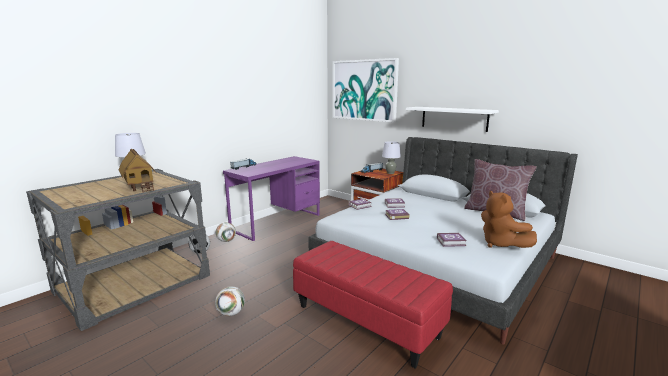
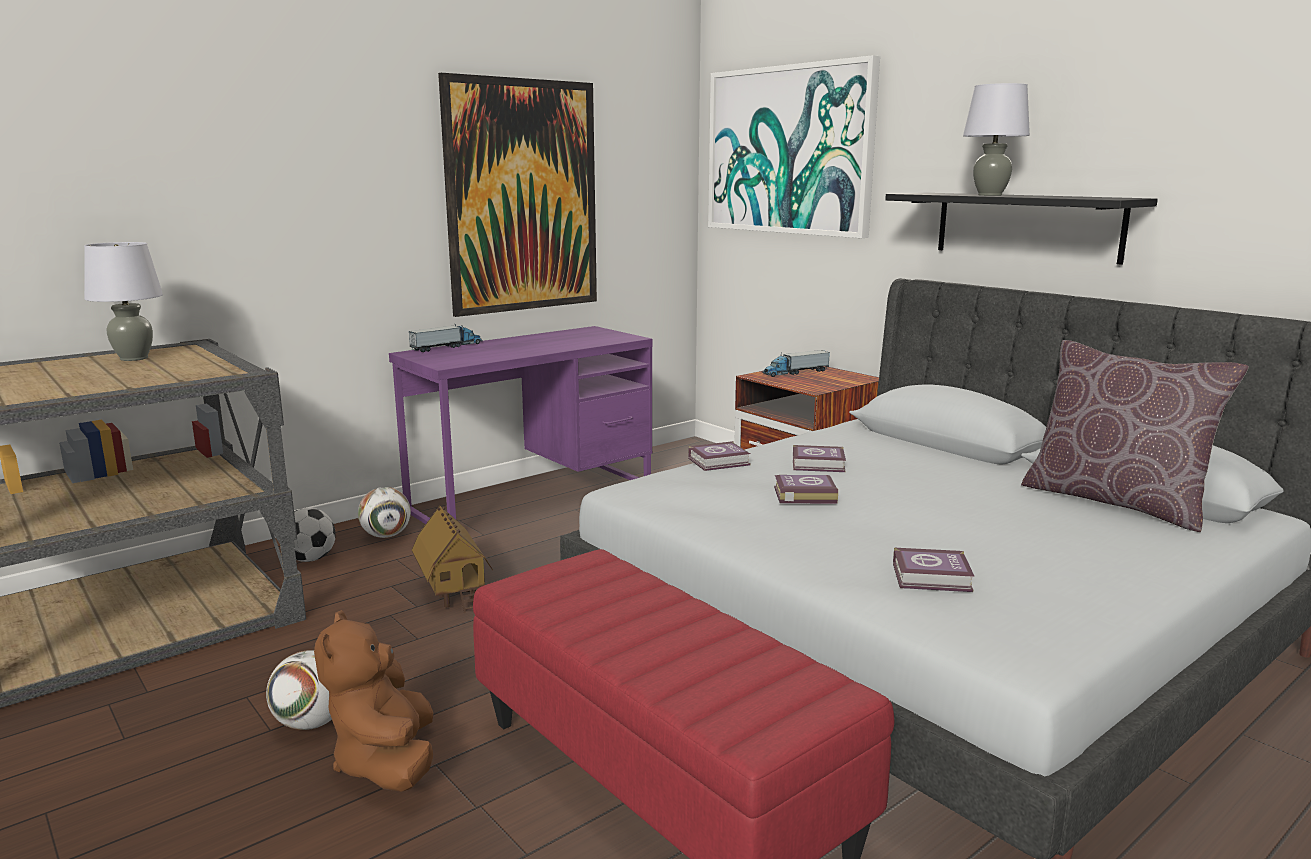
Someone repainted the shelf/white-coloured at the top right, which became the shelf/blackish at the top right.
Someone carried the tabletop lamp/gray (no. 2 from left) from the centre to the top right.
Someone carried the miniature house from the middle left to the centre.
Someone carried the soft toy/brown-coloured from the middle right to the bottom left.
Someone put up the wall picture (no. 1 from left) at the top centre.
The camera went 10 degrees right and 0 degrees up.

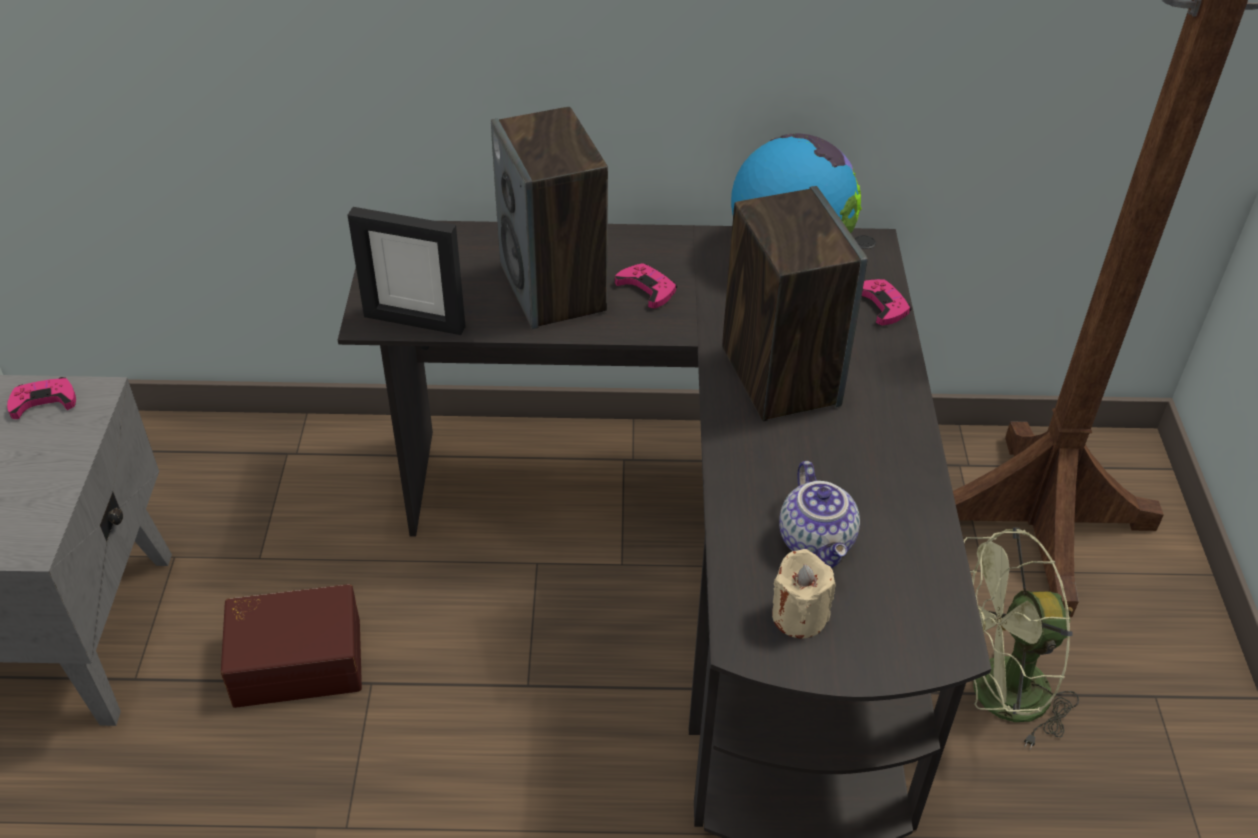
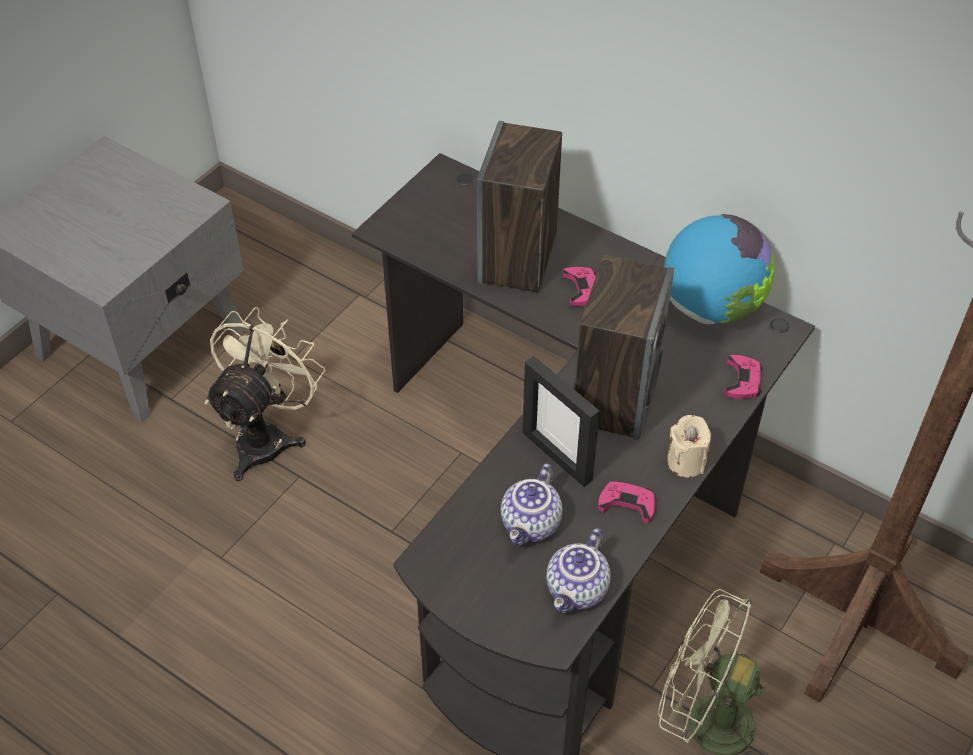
Someone carried the standing frame from the top left to the centre.
Someone carried the game controller/pink (no. 1 from left in the first image) from the middle left to the centre.
Someone carried the wax light/sand-coloured from the bottom centre to the middle right.
Someone swapped the storage bin/brown-coloured at the bottom left for the fan/sand-coloured at the middle left.
Someone put down the teapot (no. 2 from left) at the bottom centre.
The camera went 35 degrees right and 5 degrees up.

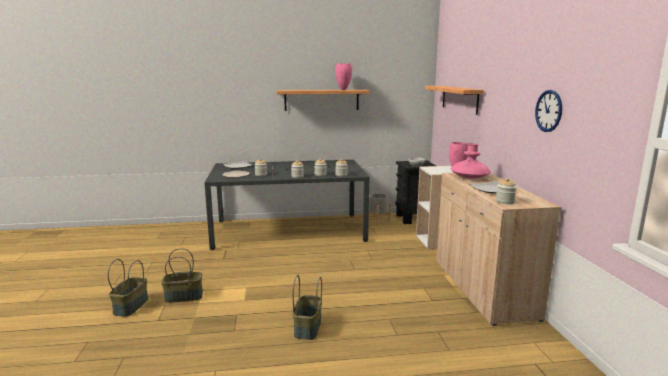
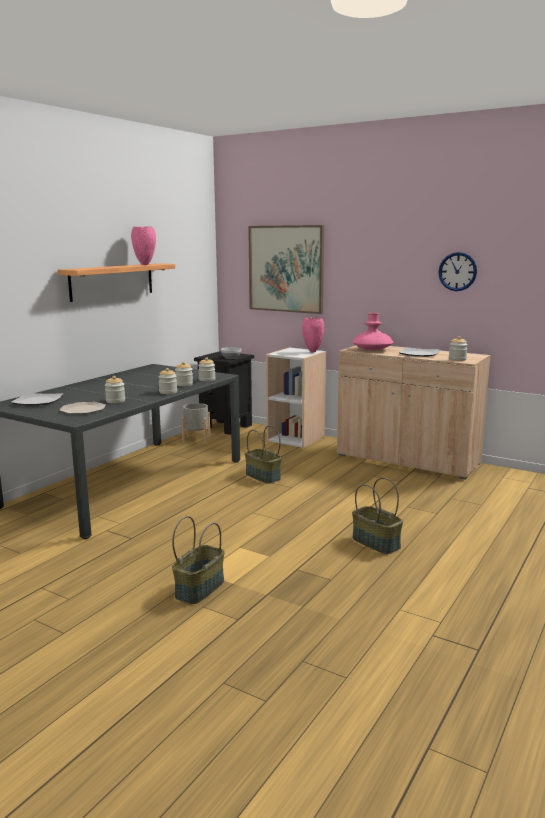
Someone swapped the shelf (no. 2 from left) at the top right for the wall picture at the top centre.
Someone carried the basket (no. 1 from left in the first image) from the bottom left to the centre.
The camera went 50 degrees left and 0 degrees up.

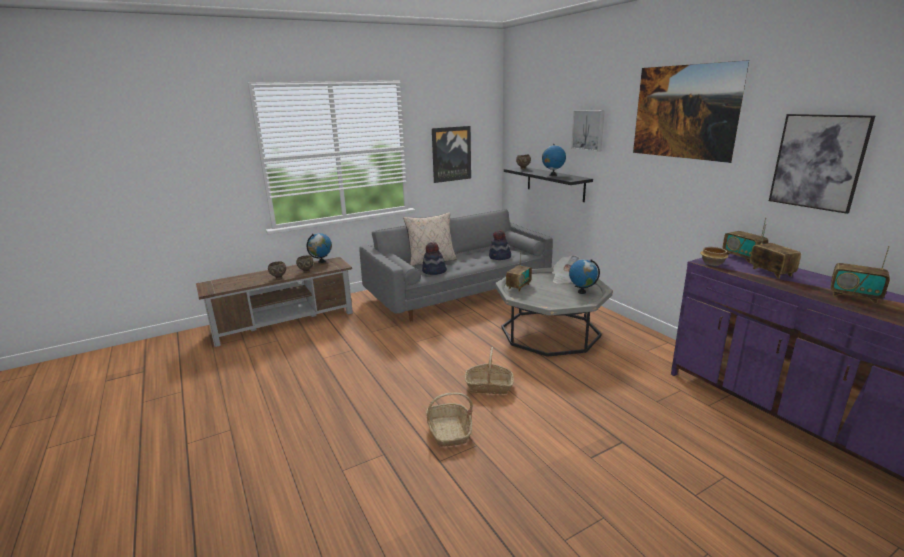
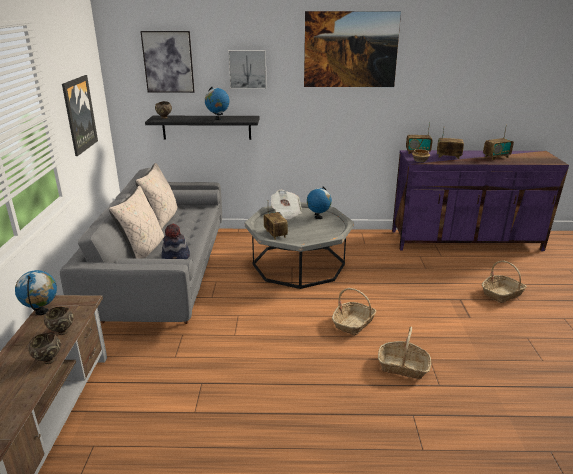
Someone carried the wall picture (no. 4 from left in the first image) from the top right to the top left.
Someone took away the wearable hat (no. 2 from left) at the centre.
Someone put down the pillow/sand-coloured (no. 2 from left) at the middle left.
Someone put down the basket (no. 3 from left) at the middle right.
The camera went 60 degrees left and 5 degrees up.

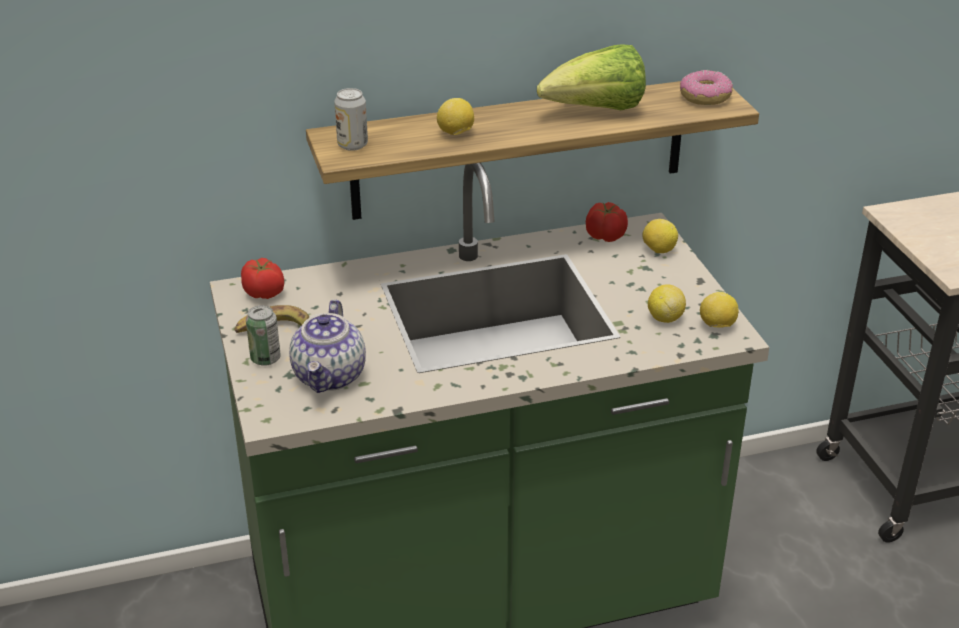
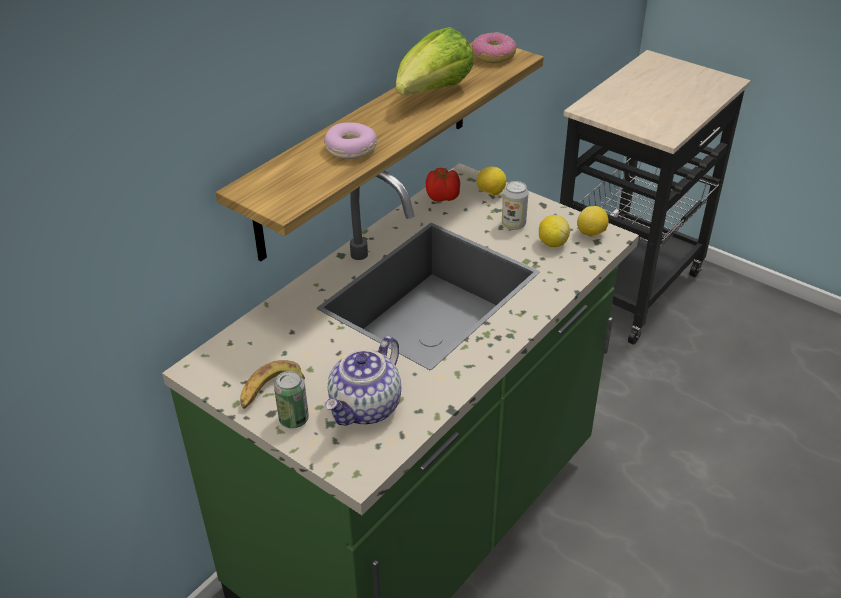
Someone carried the can (no. 2 from left) from the top centre to the centre.
Someone swapped the whole lemon (no. 1 from left) at the top centre for the ring doughnut (no. 1 from left) at the top centre.
Someone took away the tomato (no. 1 from left) at the middle left.
Someone rotated the teapot at the centre by 60 degrees clockwise.
The camera went 35 degrees left and 5 degrees up.

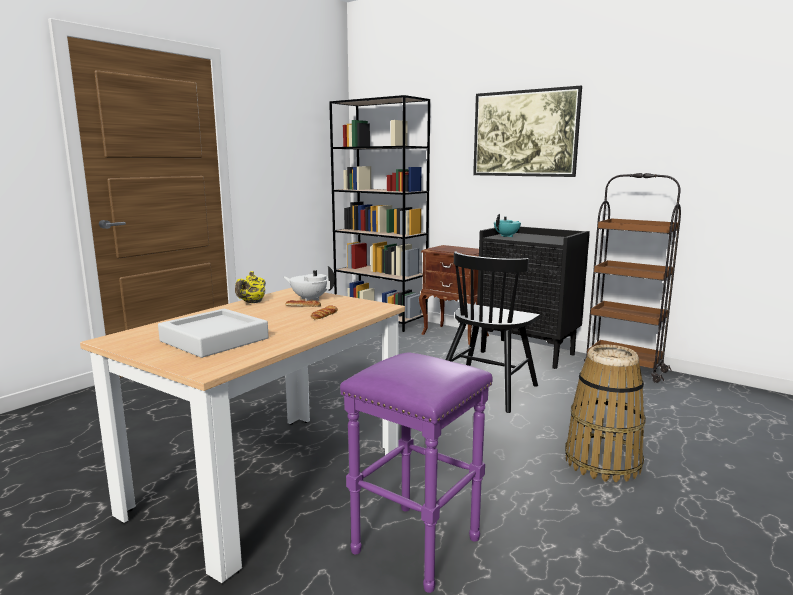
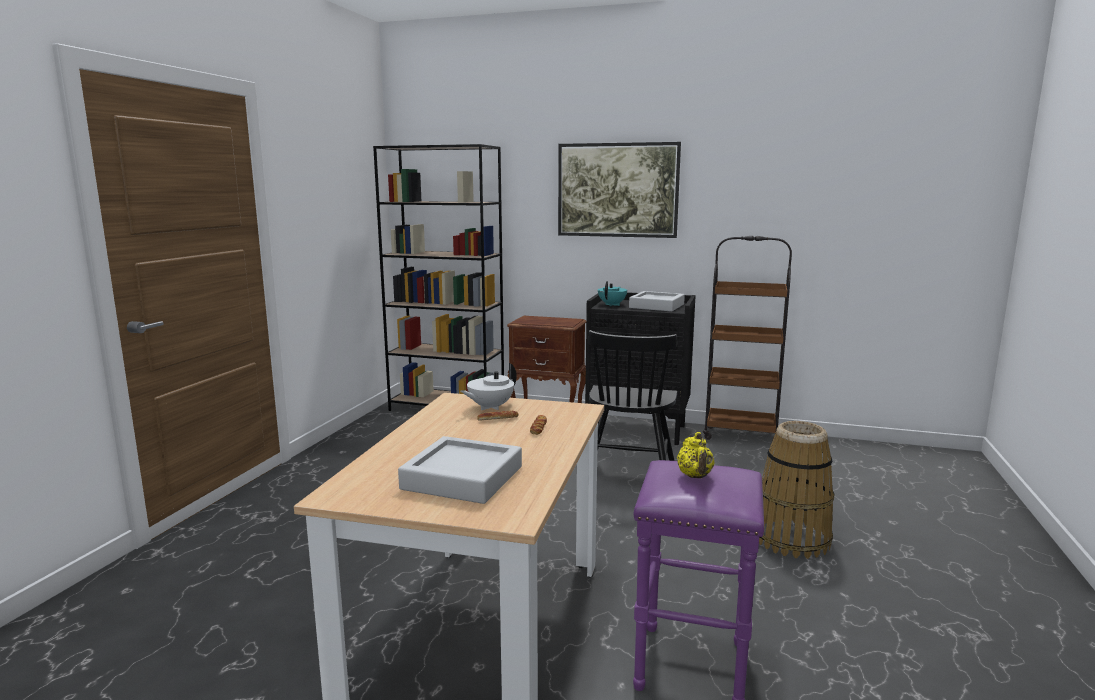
Someone rotated the teapot/white-coloured at the centre by 45 degrees counterclockwise.
Someone carried the teapot/yellow-coloured from the middle left to the centre.
Someone put down the tray/gray (no. 2 from left) at the centre.
The camera went 20 degrees left and 0 degrees up.

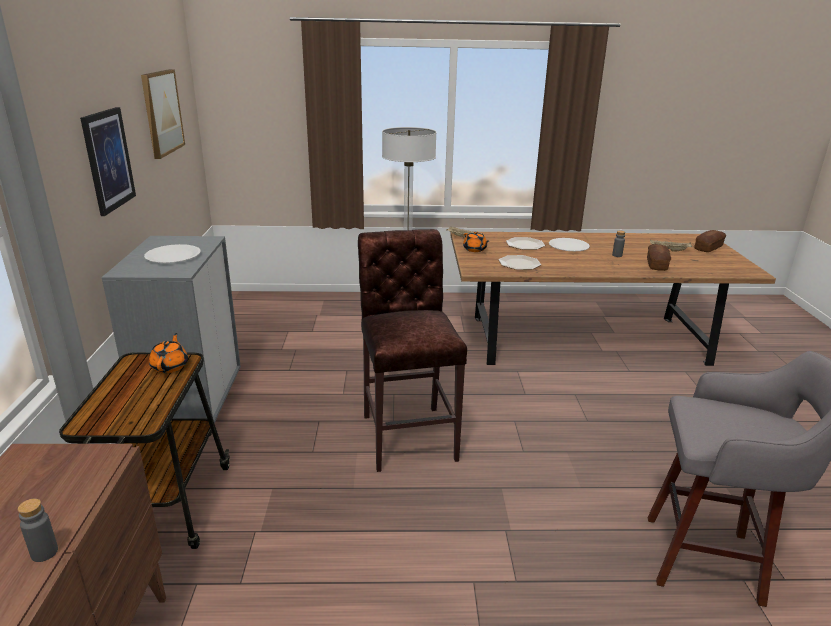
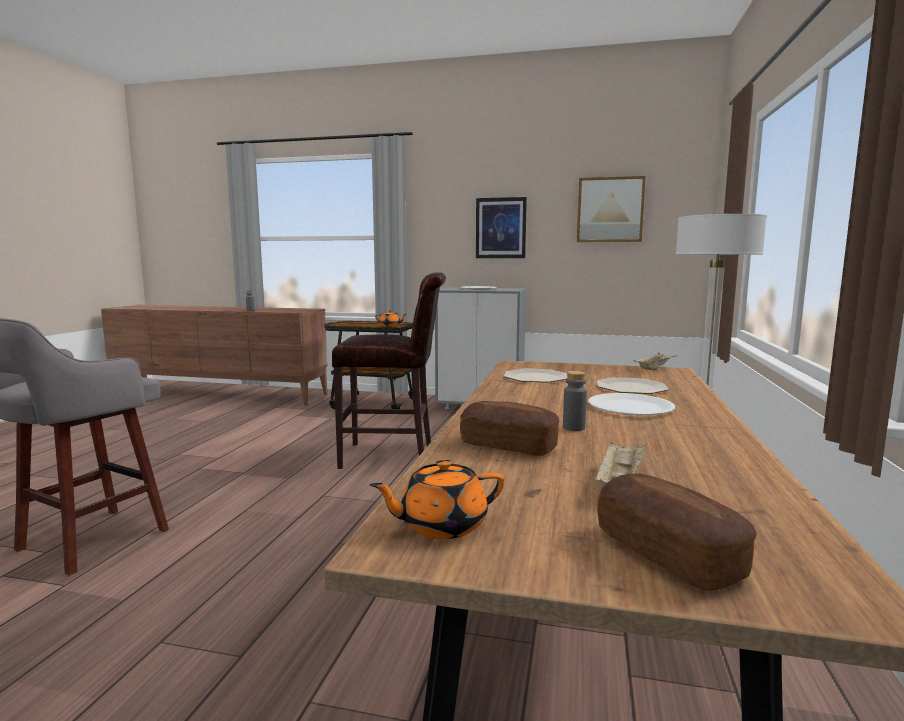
Someone carried the teapot/orange (no. 2 from left) from the centre to the bottom centre.
The camera went 105 degrees right and 15 degrees down.

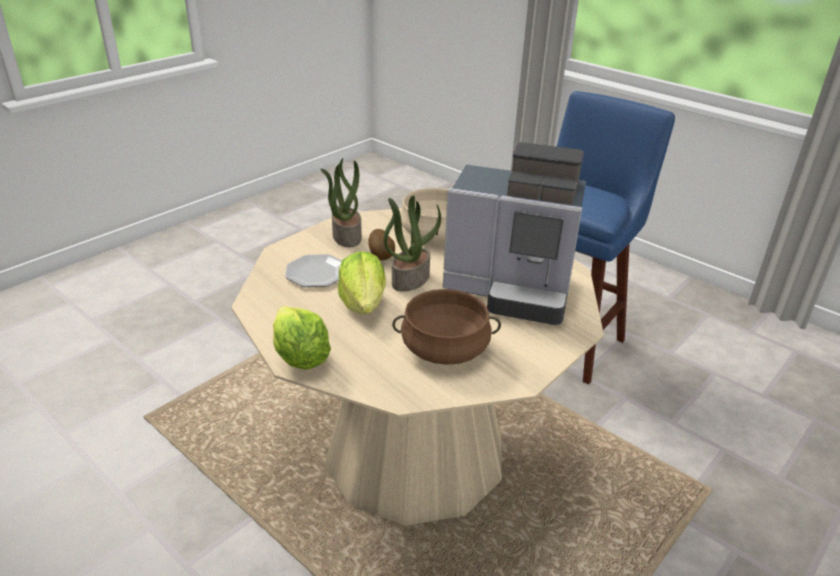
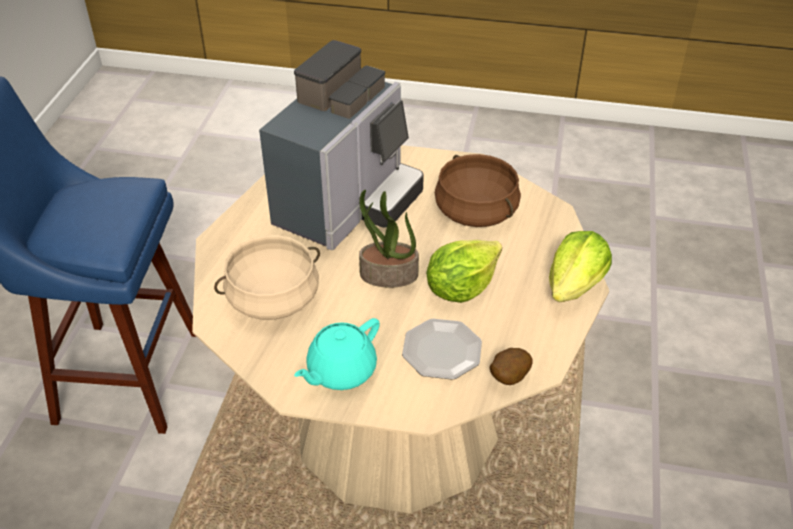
Someone rotated the coffee machine at the centre by 45 degrees clockwise.
Someone swapped the plant in a pot (no. 1 from left) at the centre for the teapot/turquoise at the bottom centre.
Someone carried the whole potato from the centre to the bottom centre.
The camera went 120 degrees left and 10 degrees up.

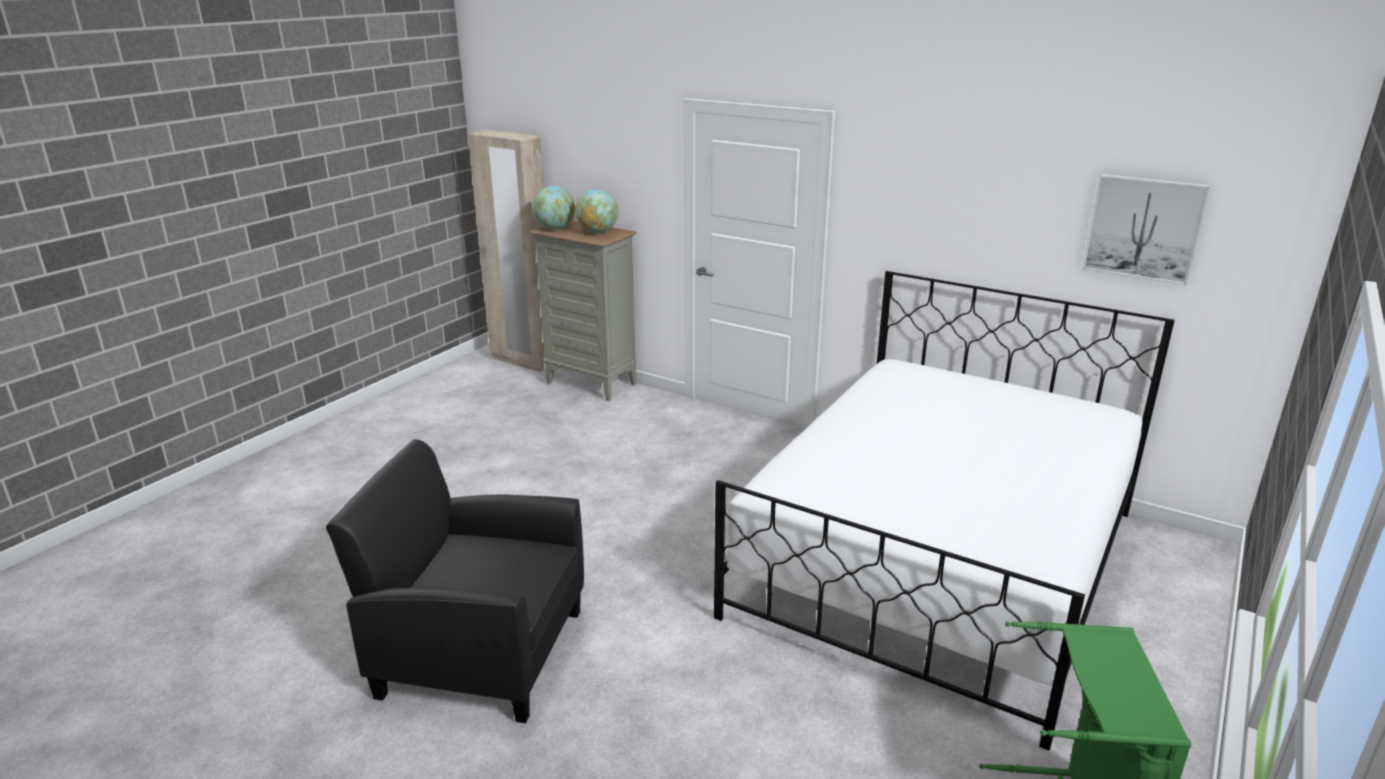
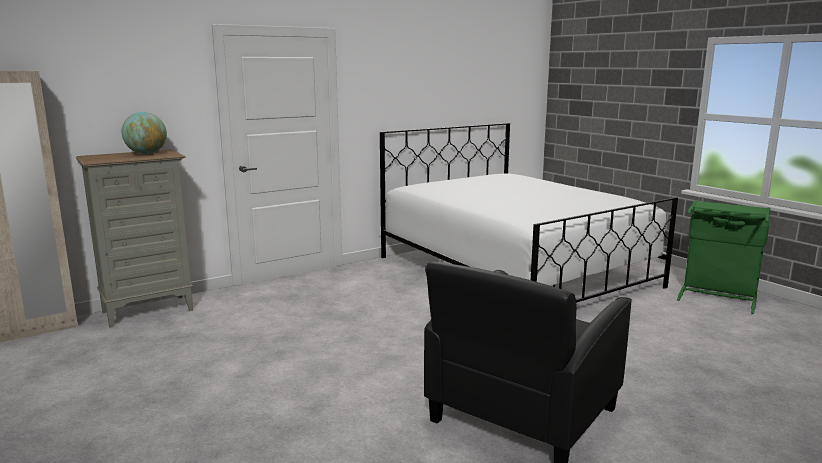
Someone took away the wall picture at the top right.
Someone took away the world globe (no. 1 from left) at the top centre.
The camera went 65 degrees left and 10 degrees down.

